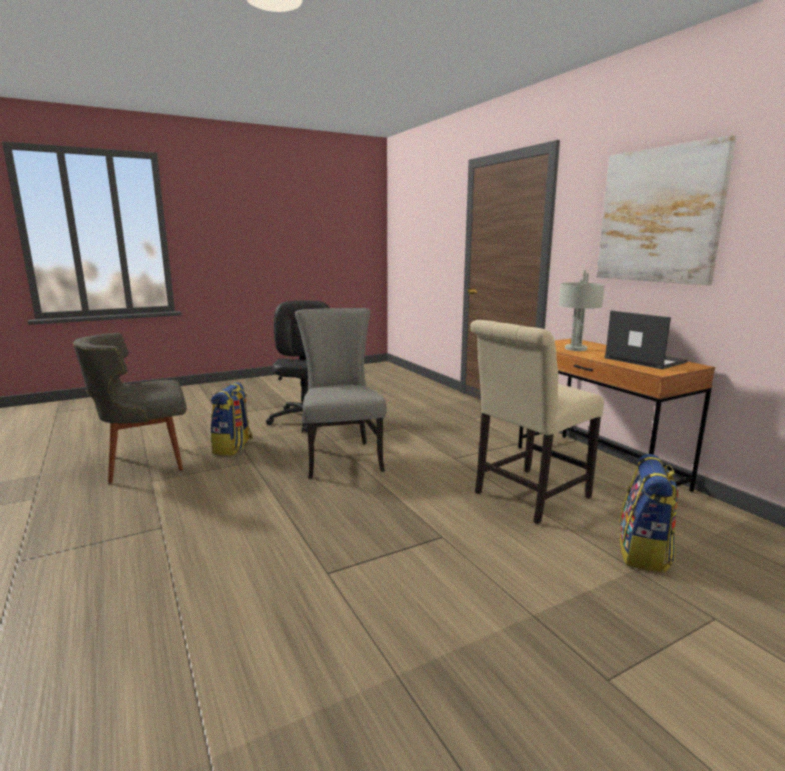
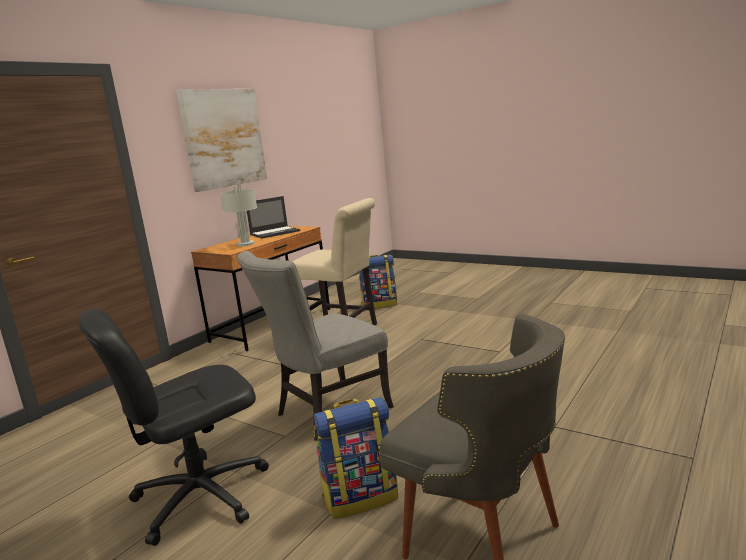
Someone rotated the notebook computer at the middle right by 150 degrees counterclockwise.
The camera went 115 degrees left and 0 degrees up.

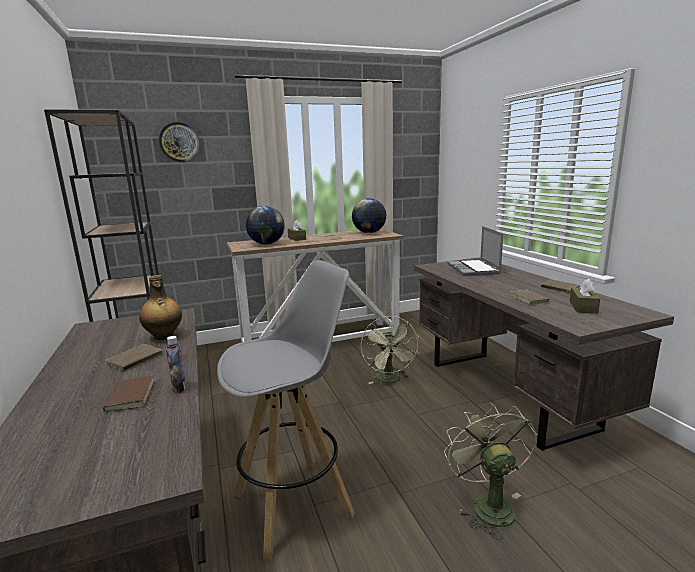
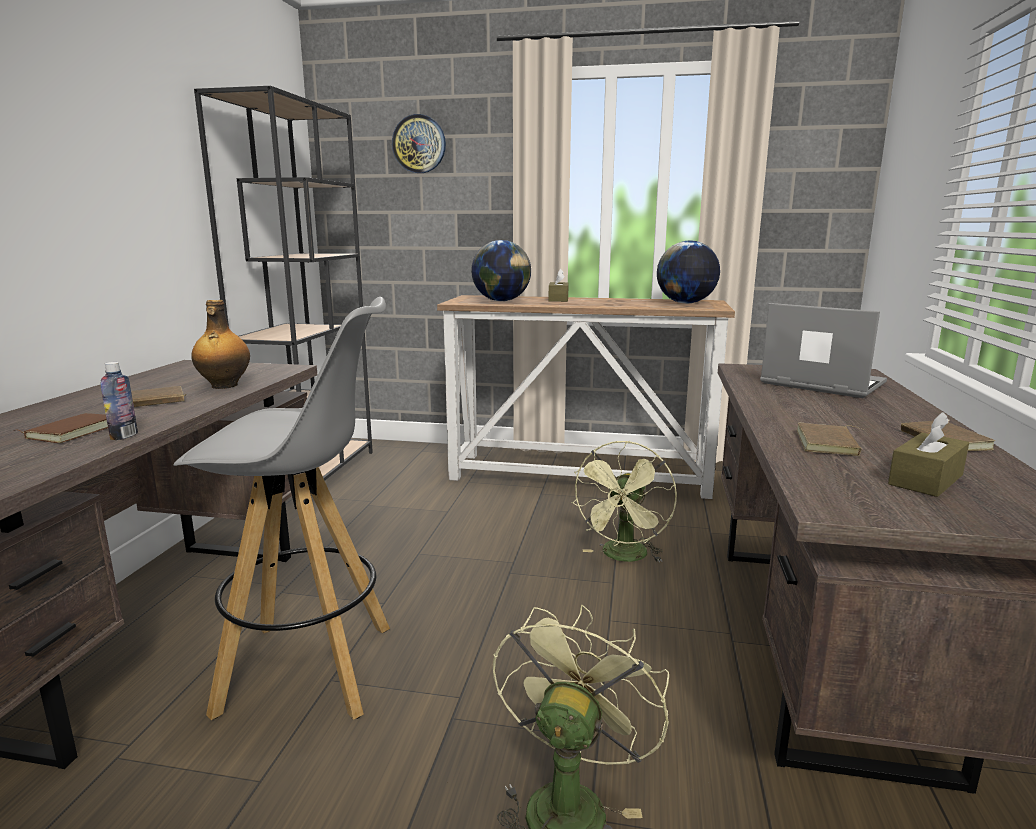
Someone rotated the notebook computer at the middle right by 105 degrees clockwise.
The camera went 30 degrees right and 0 degrees up.

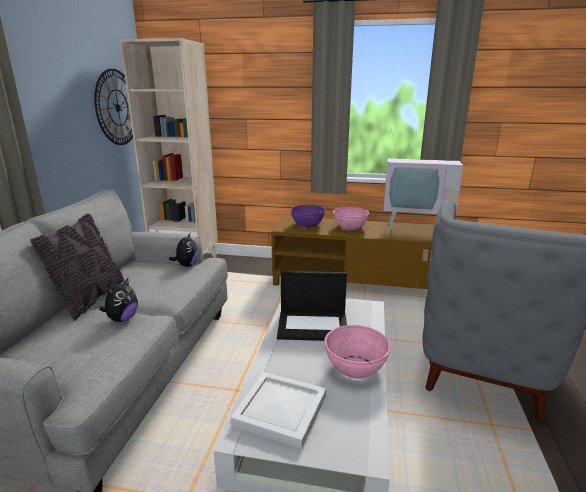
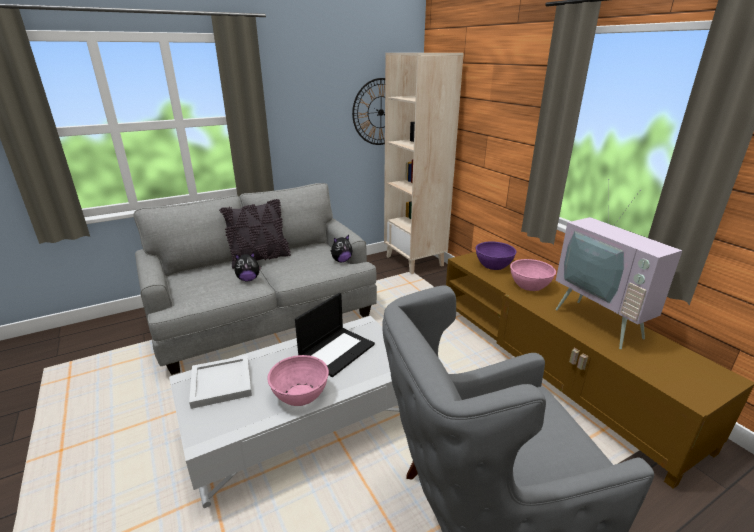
Someone rotated the notebook computer at the centre by 105 degrees counterclockwise.
The camera went 50 degrees right and 5 degrees up.

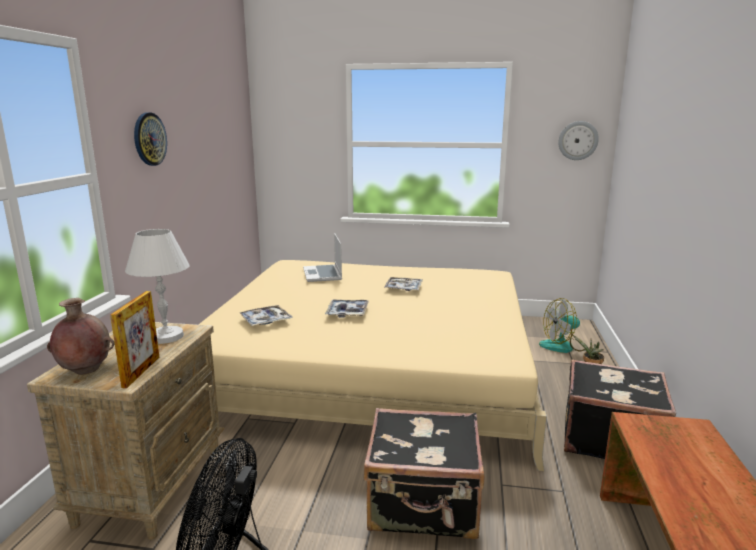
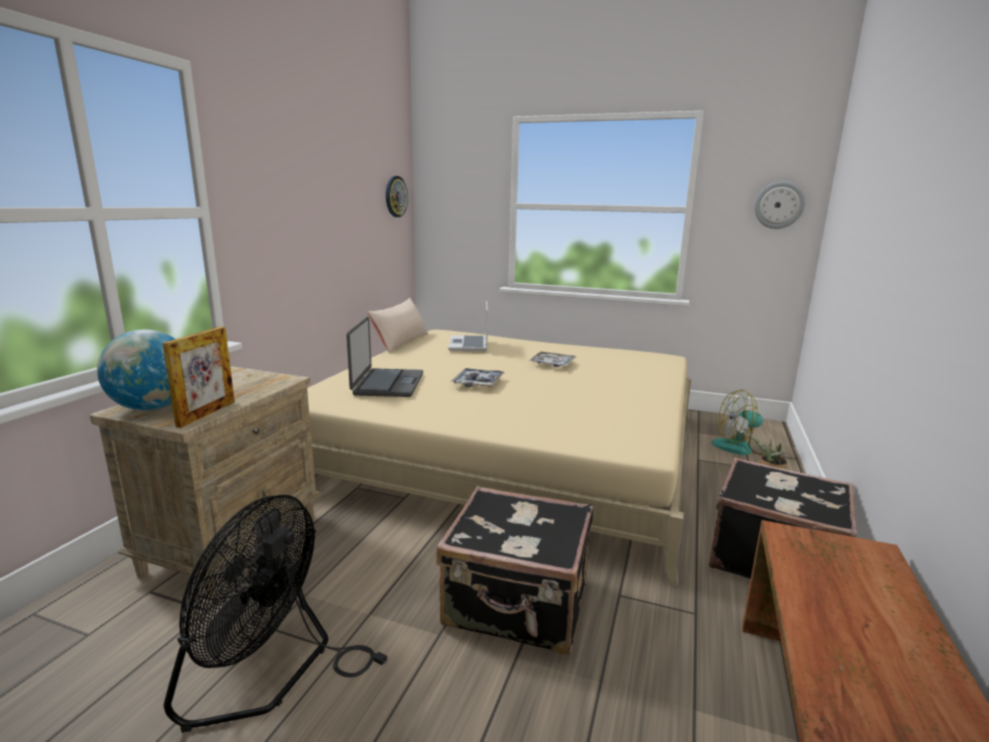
Someone carried the clock on the wall (no. 1 from left) from the top left to the top centre.
Someone took away the tabletop lamp/white-coloured at the middle left.
Someone swapped the flower vase/brown-coloured at the middle left for the world globe at the middle left.
Someone swapped the tray (no. 1 from left) at the centre for the notebook computer (no. 1 from left) at the centre.
Someone put down the pillow/sand-coloured at the centre.
The camera went 10 degrees right and 0 degrees up.

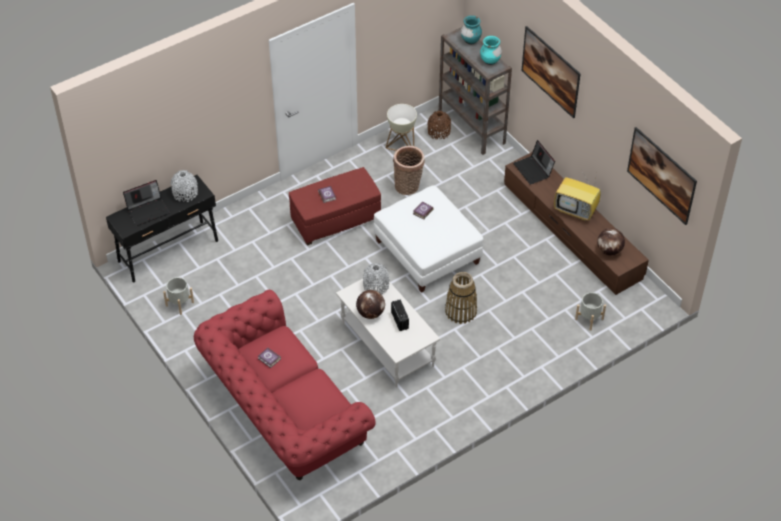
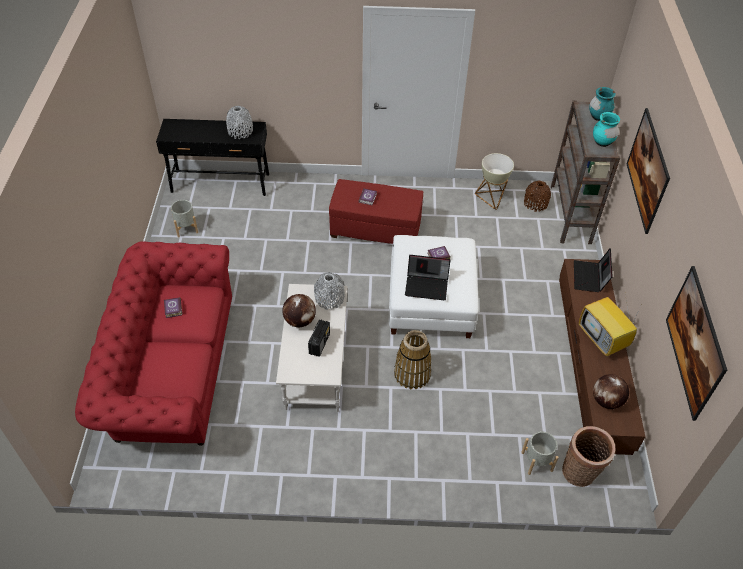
Someone carried the basket (no. 1 from left in the first image) from the top centre to the bottom right.
Someone carried the notebook computer (no. 1 from left) from the middle left to the centre.
The camera went 35 degrees right and 0 degrees up.

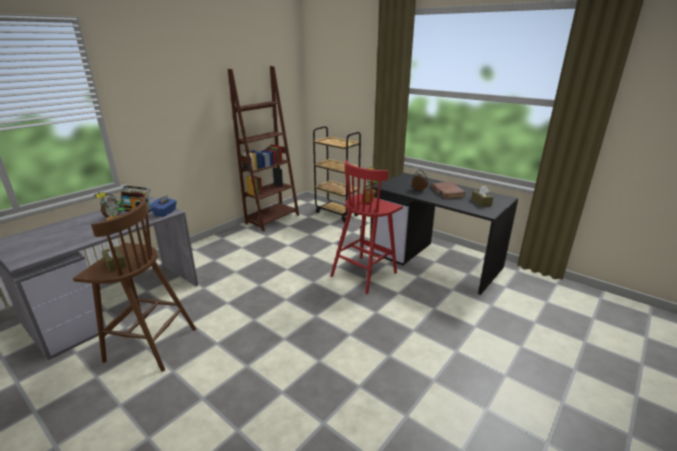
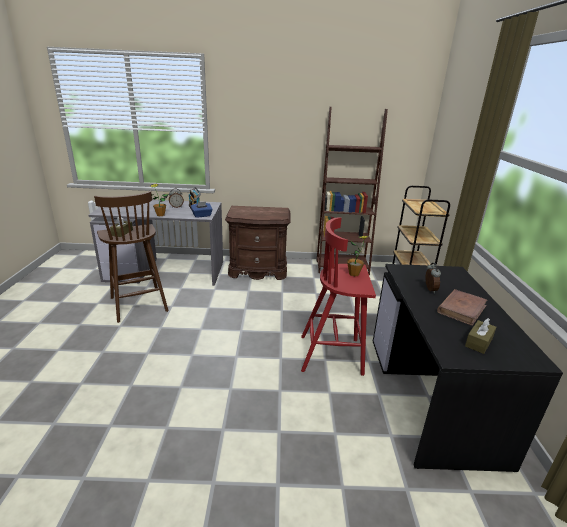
Someone put down the bedside table/brown-coloured at the centre.
The camera went 50 degrees right and 0 degrees up.

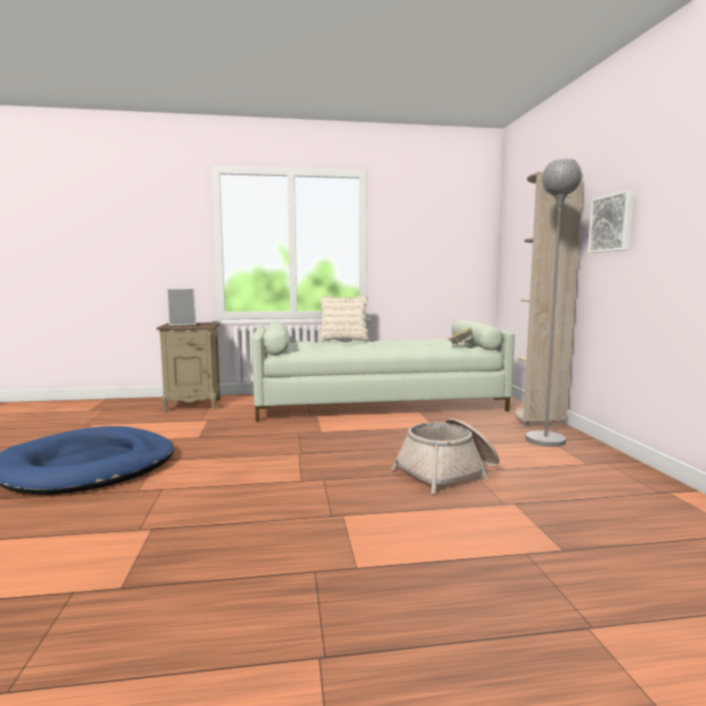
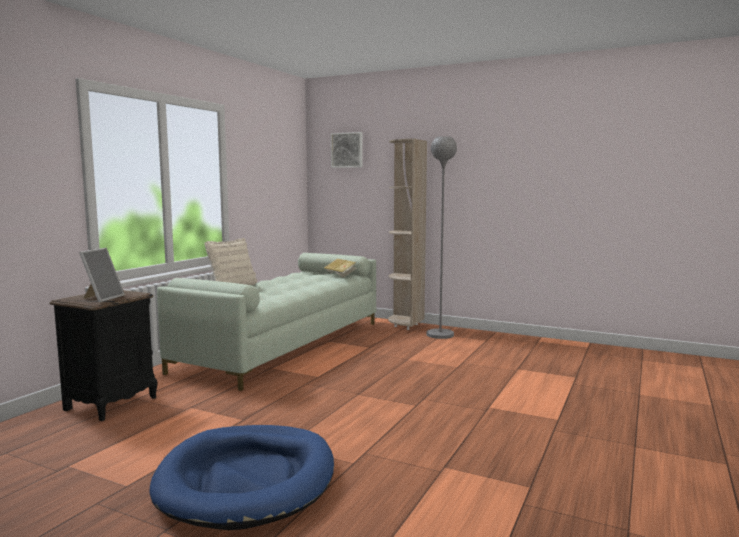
Someone carried the wall picture from the top right to the top centre.
Someone repainted the bedside table/sand-coloured at the middle left, which became the bedside table/blackish at the middle left.
Someone took away the basket at the centre.
The camera went 55 degrees left and 0 degrees up.

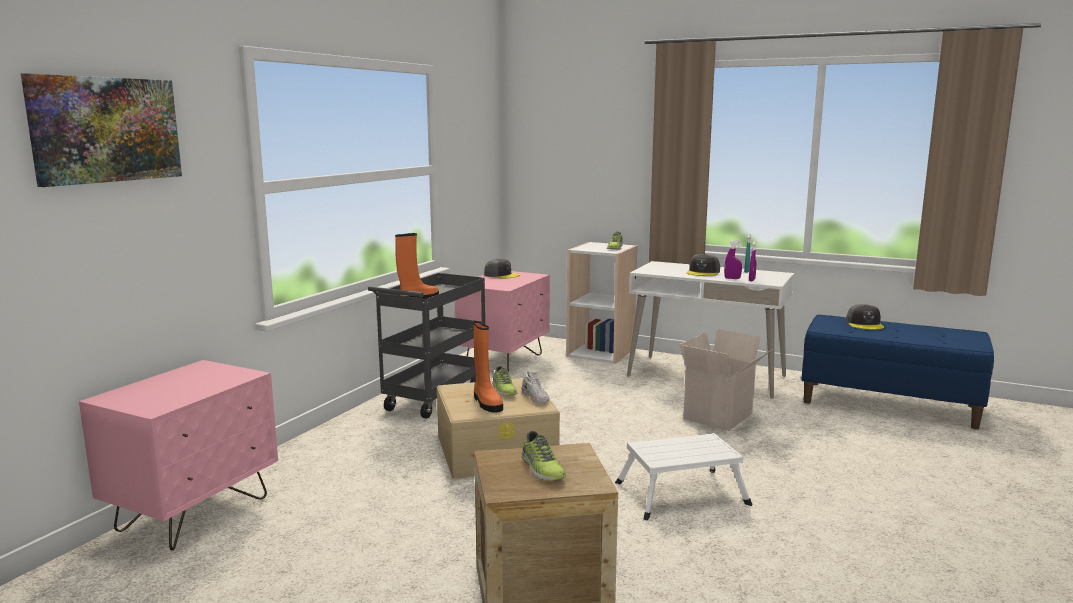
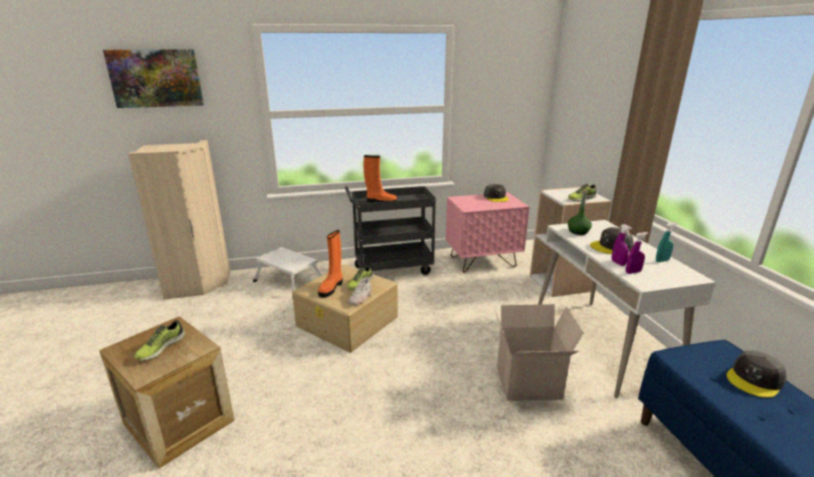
Someone swapped the bedside table/pink (no. 1 from left) at the bottom left for the cabinet/sand-coloured at the middle left.
Someone carried the stepladder/white-coloured from the bottom centre to the centre.
Someone put down the bottle/green-coloured at the middle right.
The camera went 50 degrees right and 10 degrees up.

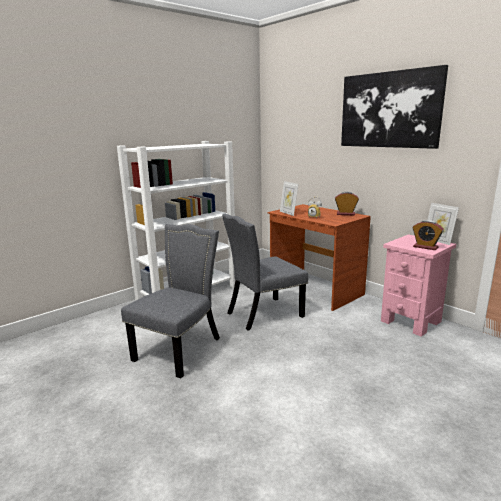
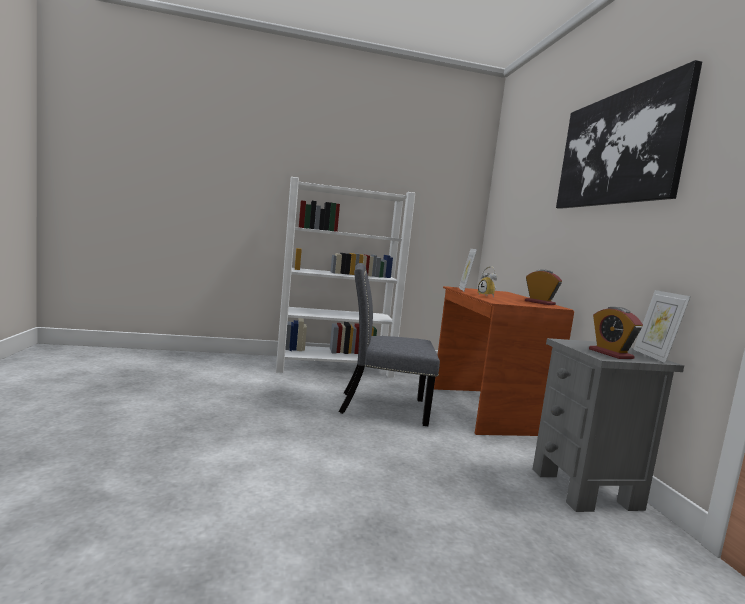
Someone took away the chair/gray (no. 1 from left) at the centre.
Someone repainted the bedside table/pink at the middle right, which became the bedside table/gray at the bottom right.
The camera went 30 degrees right and 10 degrees down.

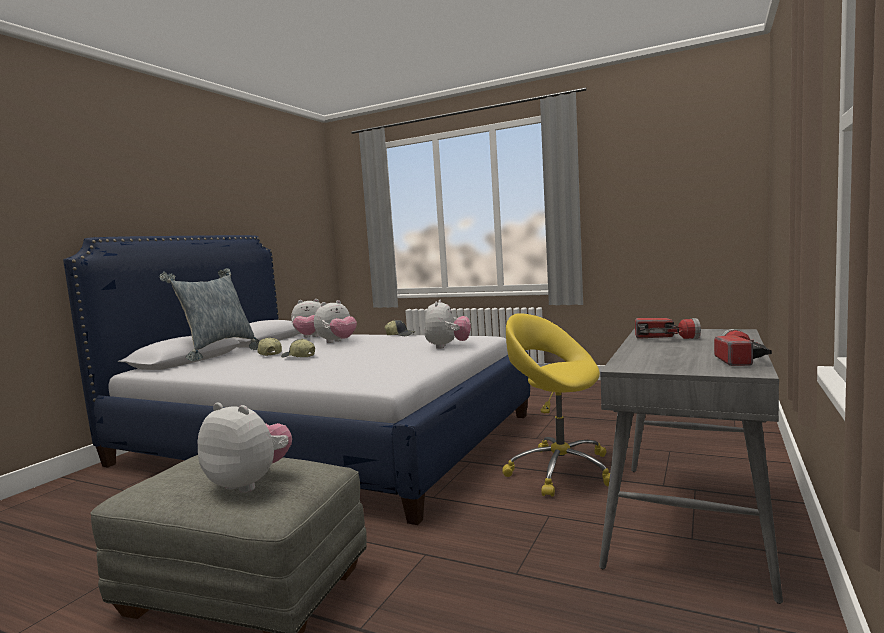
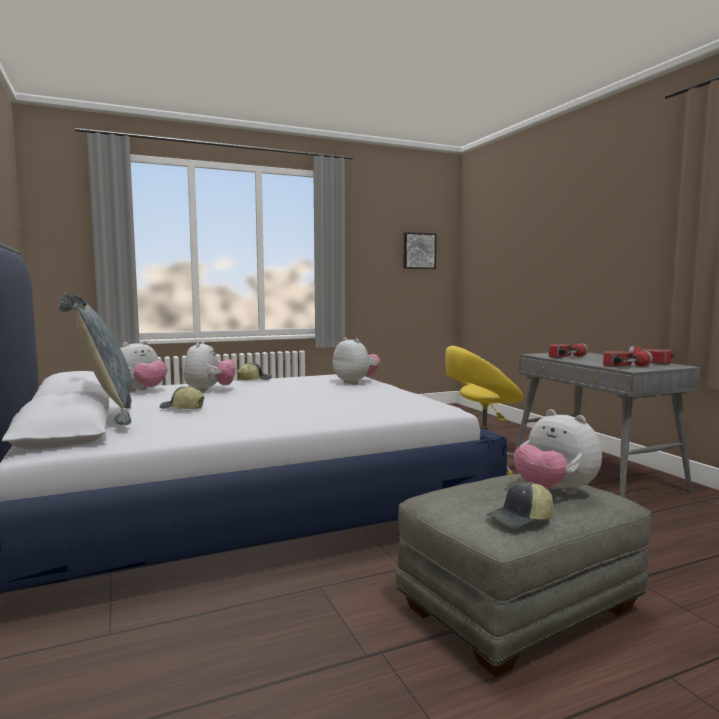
Someone carried the baseball cap (no. 2 from left in the first image) from the centre to the bottom right.
Someone rotated the soft toy (no. 1 from left in the first image) at the bottom left by 105 degrees counterclockwise.
Someone put up the wall picture at the centre.
Someone put down the torch (no. 2 from left) at the middle right.
The camera went 50 degrees left and 0 degrees up.

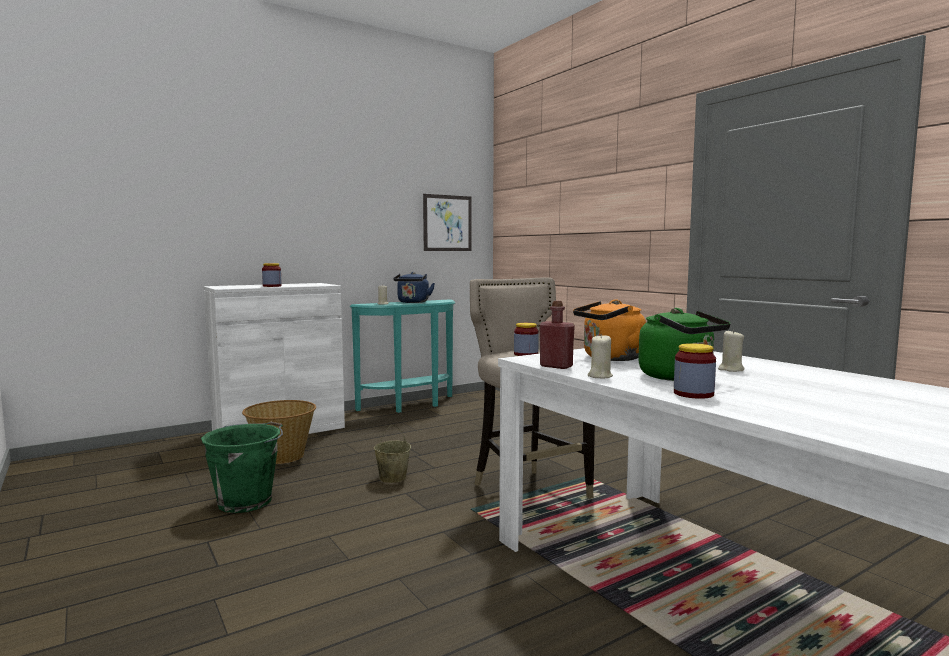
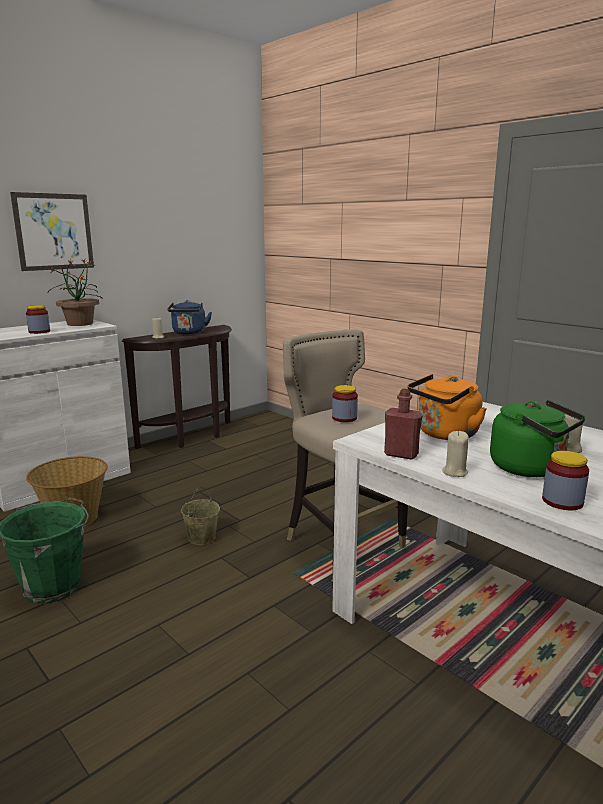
Someone carried the wall picture from the centre to the top left.
Someone repainted the narrow table/turquoise at the centre, which became the narrow table/brown-coloured at the middle left.
Someone put down the plant in a pot at the middle left.
The camera went 10 degrees left and 10 degrees up.

